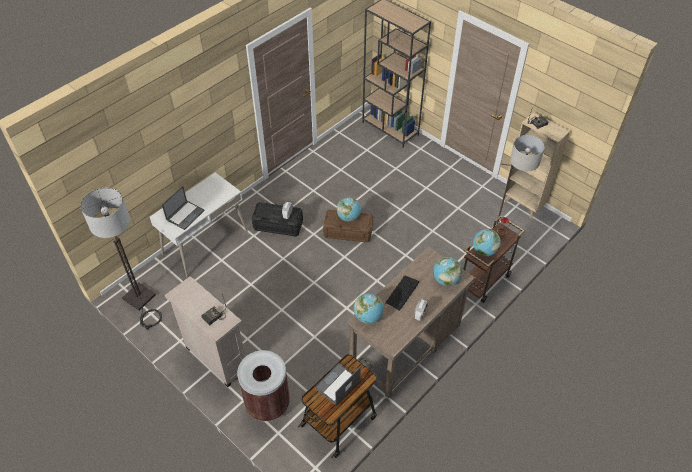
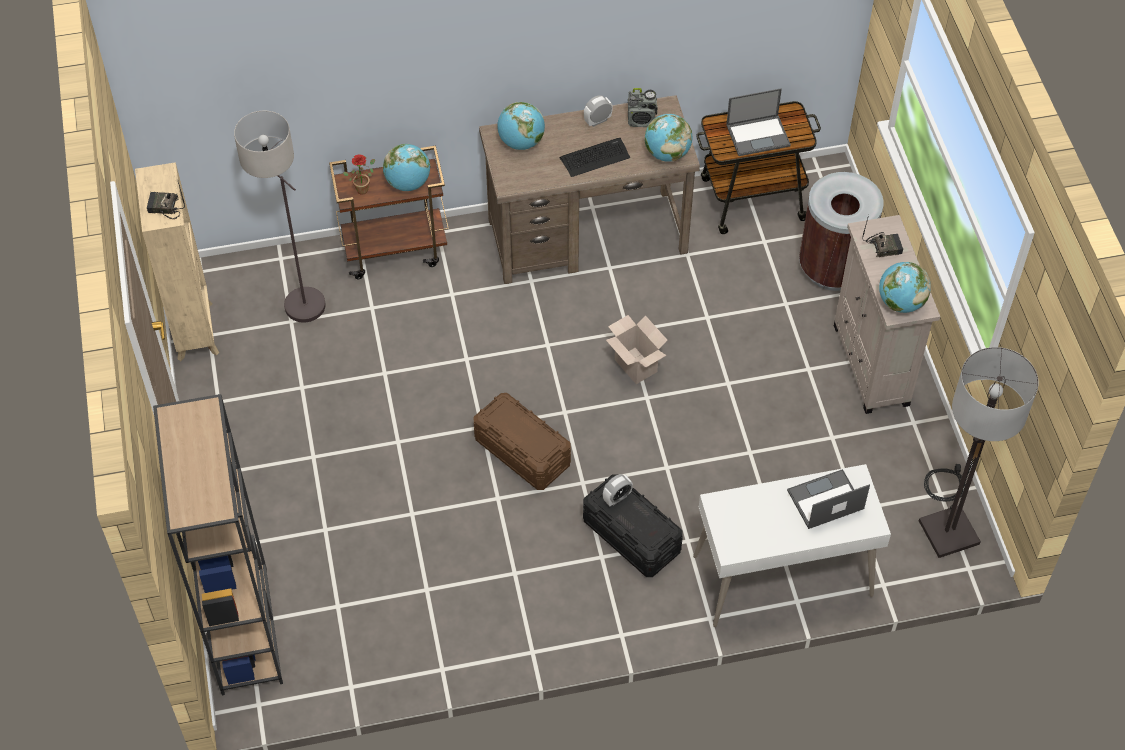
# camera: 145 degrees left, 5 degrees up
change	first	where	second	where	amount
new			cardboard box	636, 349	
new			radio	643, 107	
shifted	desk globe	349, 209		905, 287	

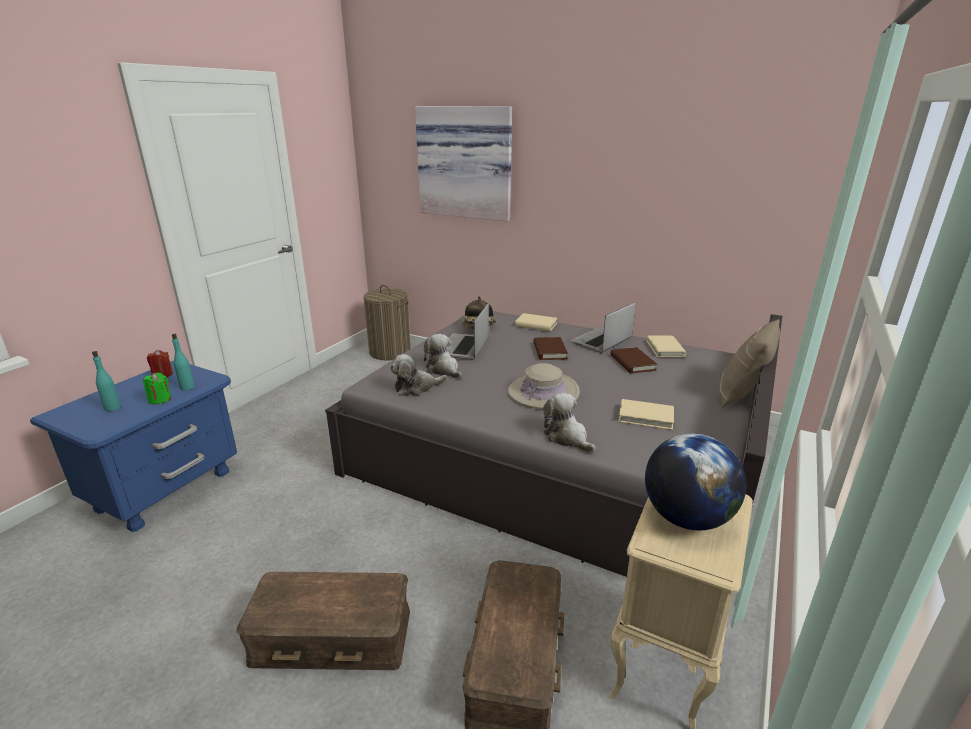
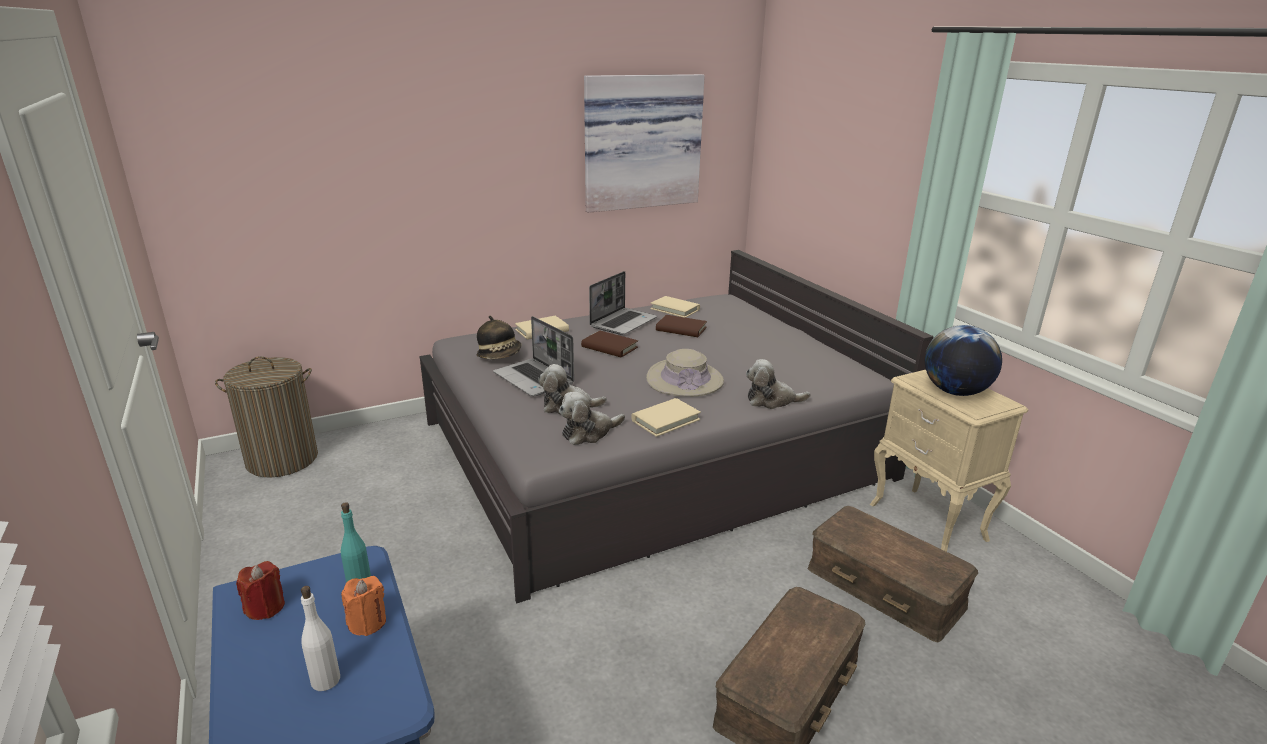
# camera: 55 degrees left, 0 degrees up
change	first	where	second	where	amount
gone	beige-coloured throw pillow	750, 363			
shifted	picture	463, 163		644, 143	
shifted	beige-coloured volume	646, 414		666, 417	
repainted	turquoise-coloured beverage bottle	106, 381	white-coloured beverage bottle	320, 638	
repainted	greenish candle	157, 388	orangey candle	363, 606	
rotated	cuddly toy	418, 375		592, 418	45 degrees clockwise
rotated	laptop	603, 327		623, 303	135 degrees counterclockwise

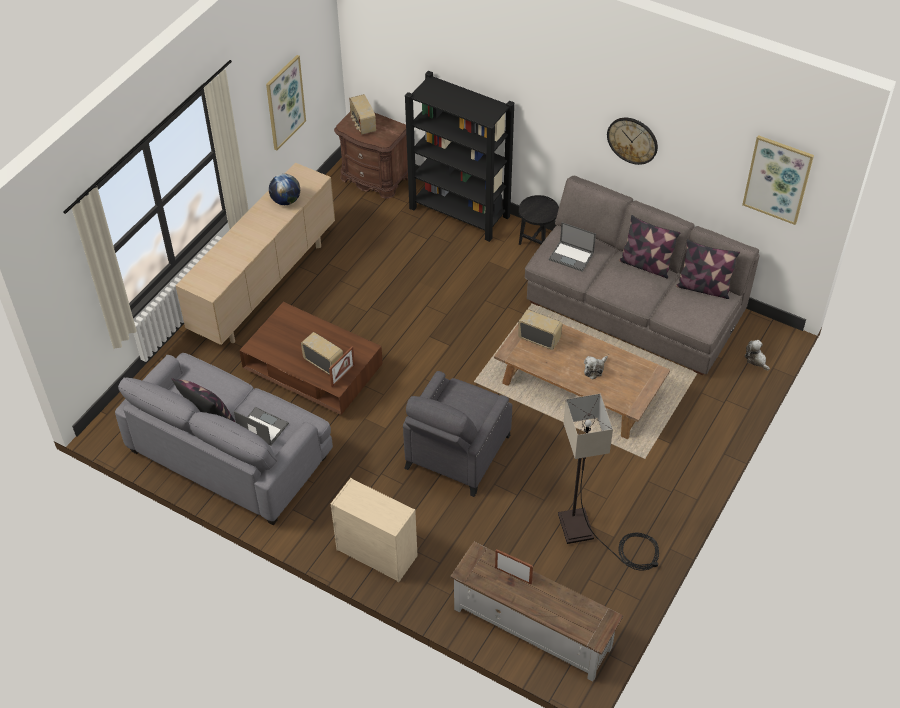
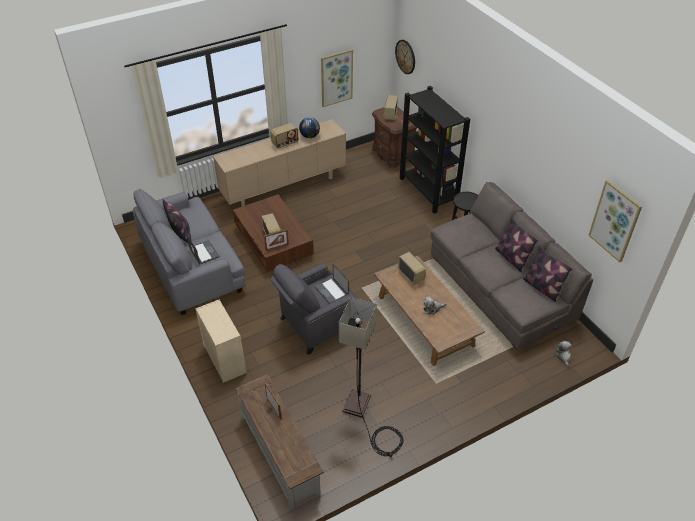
# camera: 30 degrees right, 5 degrees down
change	first	where	second	where	amount
new			radio	284, 135	
shifted	laptop	572, 247		331, 284	
shifted	clock on the wall	632, 141		405, 57	

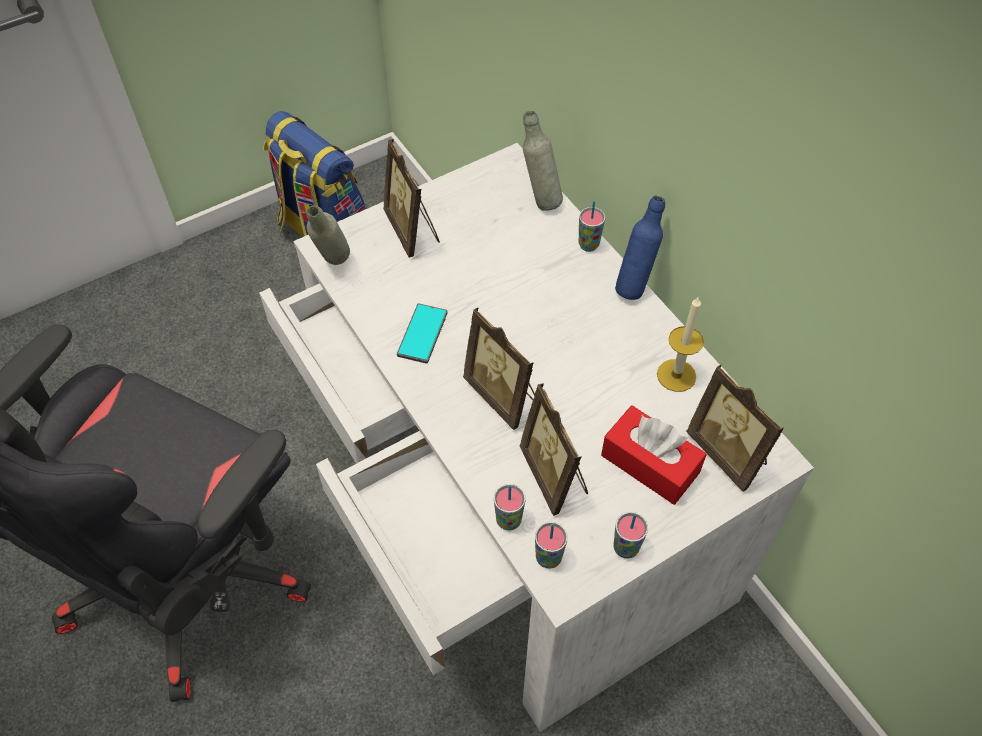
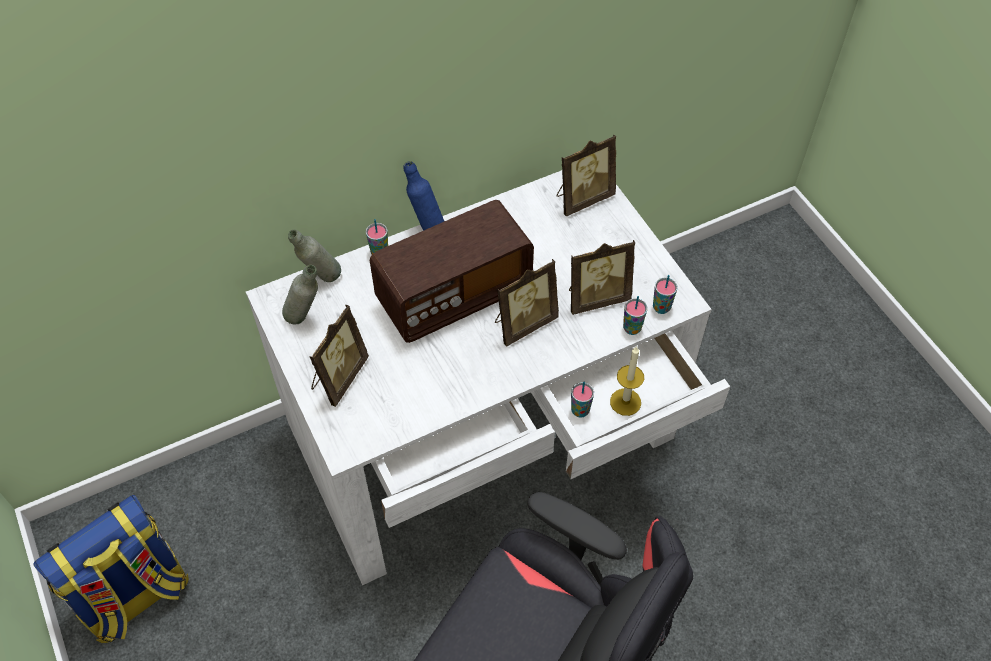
# camera: 85 degrees left, 0 degrees up
change	first	where	second	where	amount
gone	phone	422, 334			
gone	reddish box of tissues	654, 455			
new			radio	452, 271	
shifted	greyish beverage bottle	328, 235		300, 294	
shifted	drinking cup	631, 535		582, 400	
shifted	candle	680, 344		627, 381	
rotated	photo frame	411, 198		339, 356	45 degrees counterclockwise

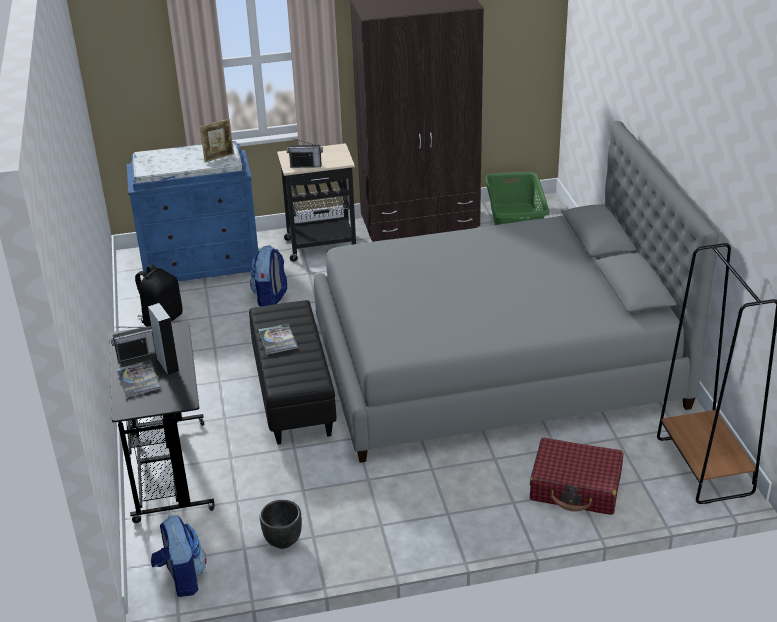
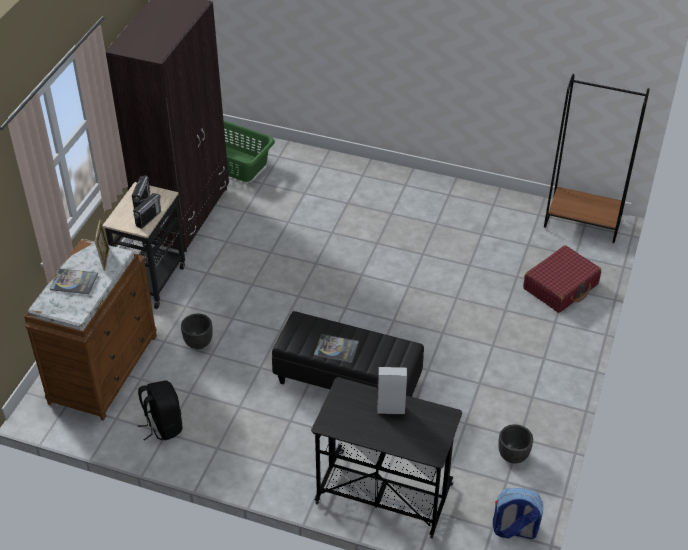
# camera: 60 degrees left, 10 degrees up
change	first	where	second	where	amount
gone	greyish bed	516, 292			
shifted	radio	133, 344		141, 192	
shifted	volume	139, 379		74, 281	
swapped	backpack	268, 276	black-coloured plant pot	197, 331	
repainted	blue-coloured chest of drawers	193, 211	brownish chest of drawers	90, 330	

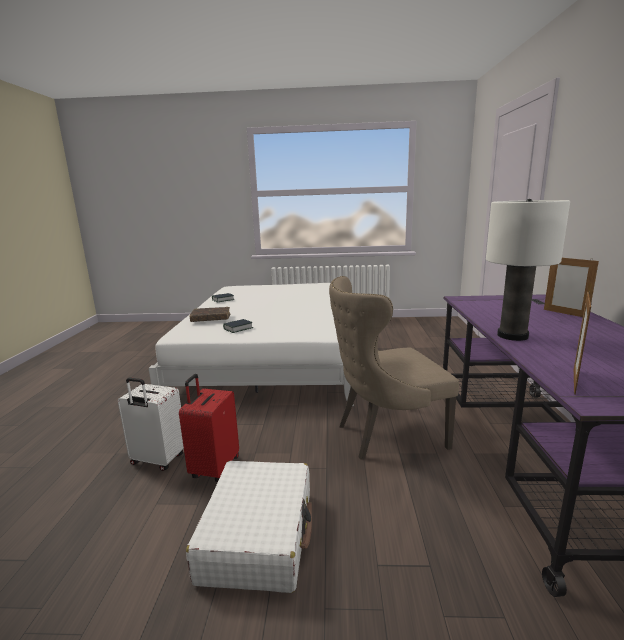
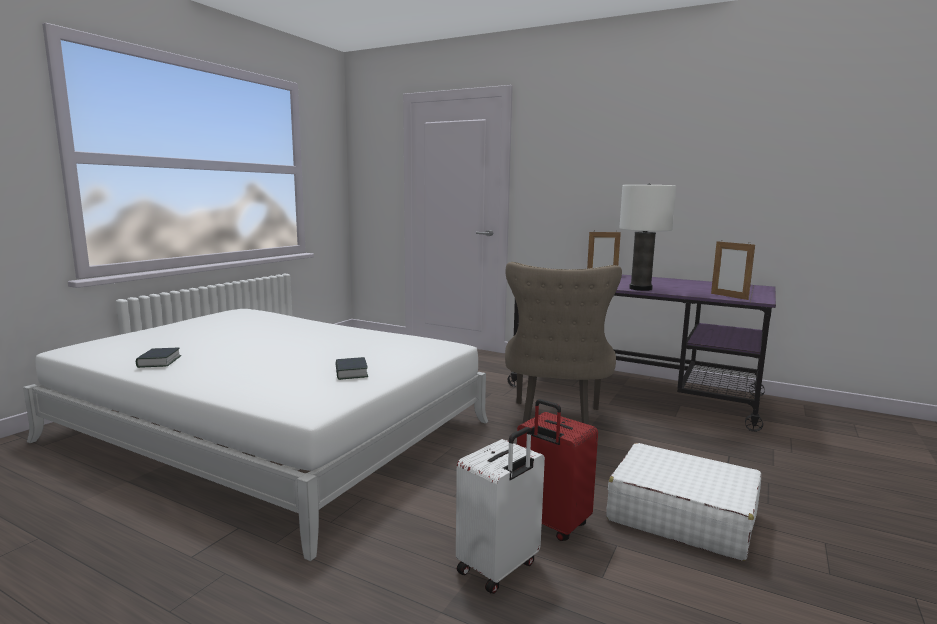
# camera: 65 degrees left, 5 degrees down
change	first	where	second	where	amount
gone	brownish volume	210, 314			

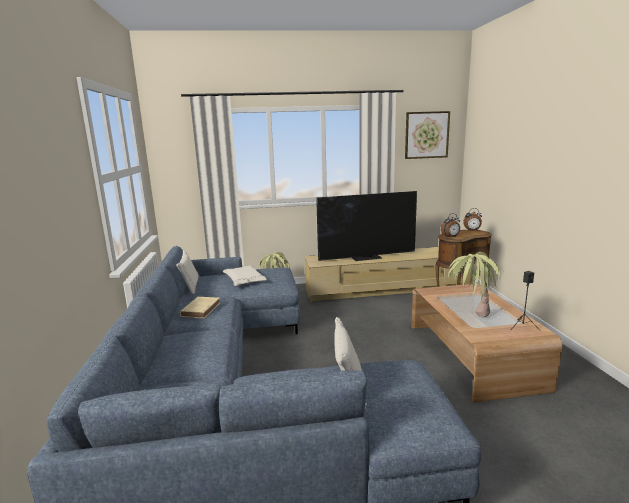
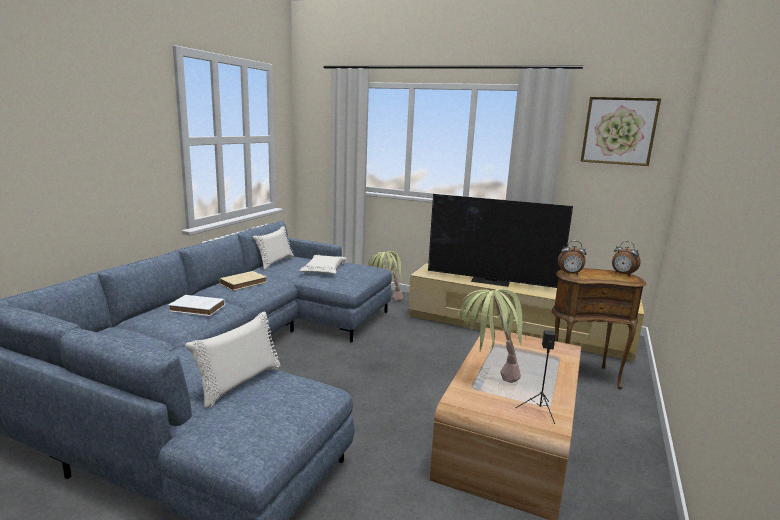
# camera: 30 degrees right, 0 degrees up
change	first	where	second	where	amount
new			white-coloured volume	196, 305	

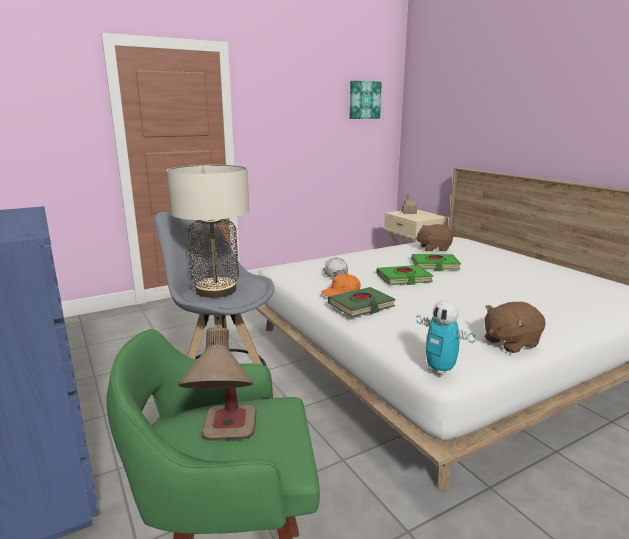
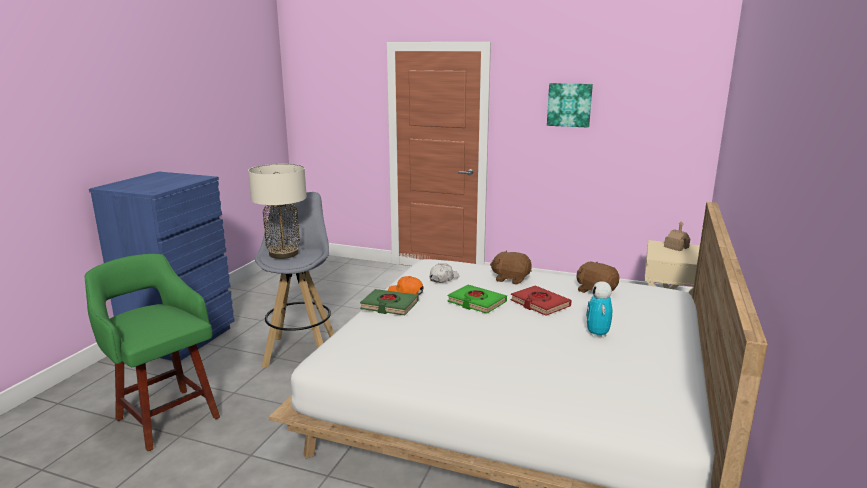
# camera: 50 degrees right, 0 degrees up
change	first	where	second	where	amount
gone	lamp for a table	217, 384			
shifted	picture	366, 100		570, 105	
shifted	robot figure	445, 337		599, 309	
shifted	brownish cuddly toy	515, 327		511, 268	
repainted	greenish volume	436, 262	reddish volume	541, 301	

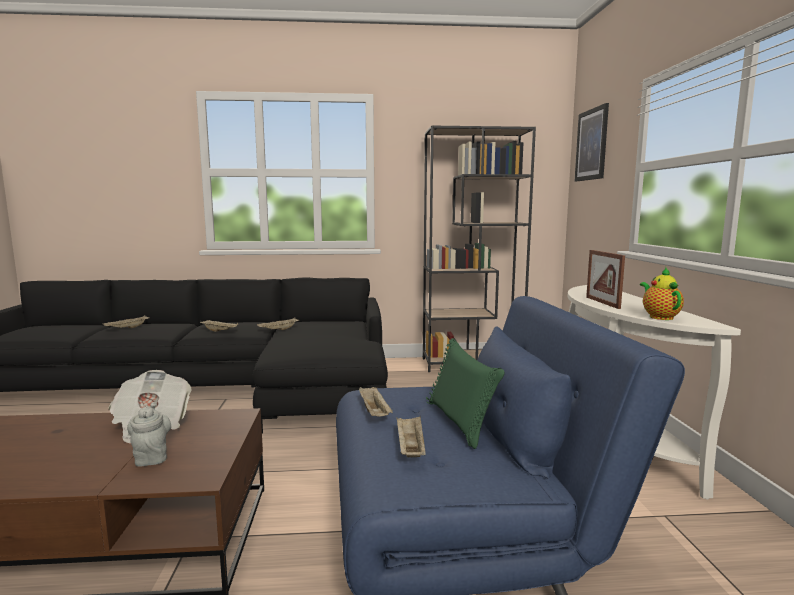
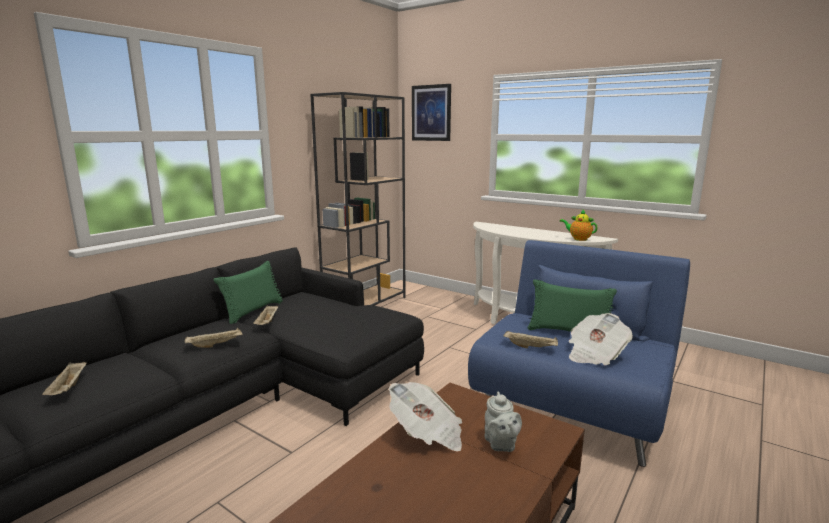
# camera: 50 degrees left, 5 degrees up
change	first	where	second	where	amount
gone	photo frame	605, 279			
new			greenish throw pillow	248, 292	
swapped	beige-coloured carrying tray	411, 436	printed paper	600, 339	
rotated	greyish teapot	149, 434		503, 421	120 degrees counterclockwise

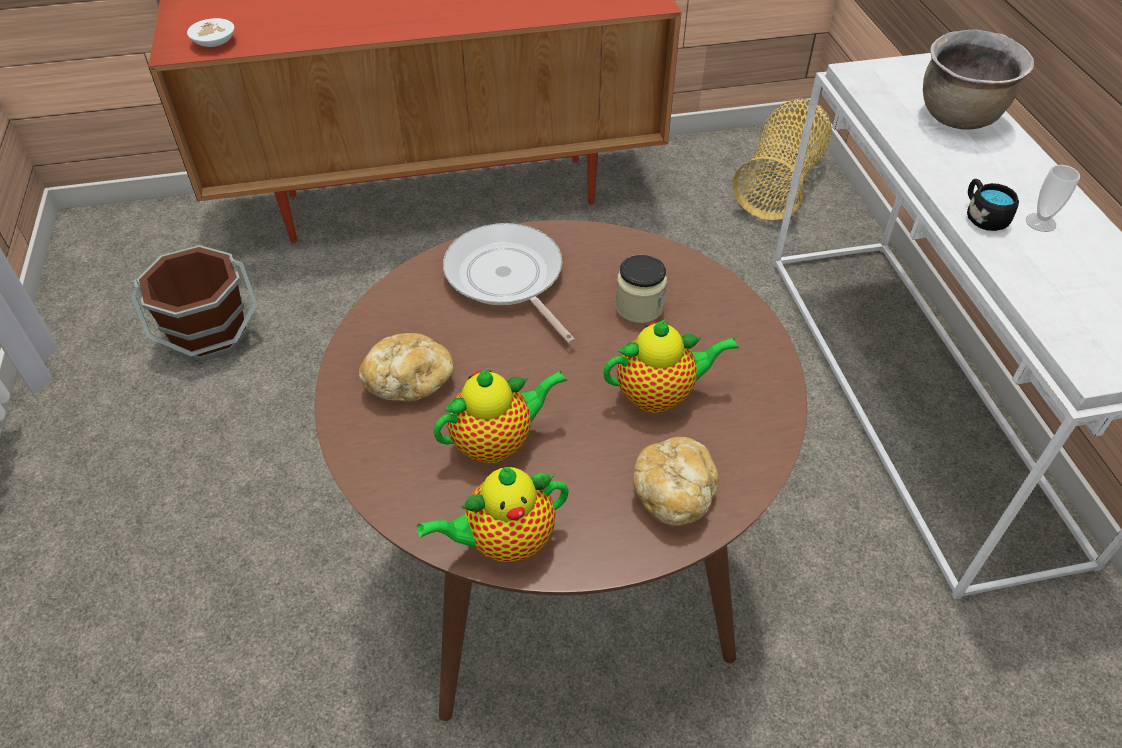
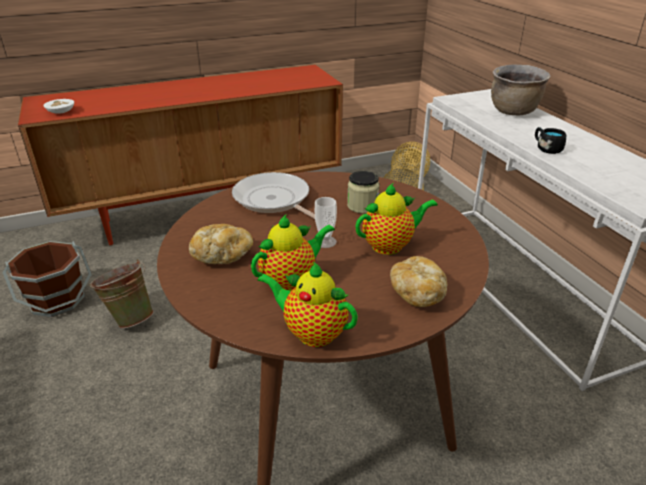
# camera: 10 degrees left, 15 degrees down
change	first	where	second	where	amount
new			greenish bucket	121, 294	
shifted	drinking cup	1053, 198		326, 222	
rotated	teapot	493, 514		307, 304	60 degrees clockwise

